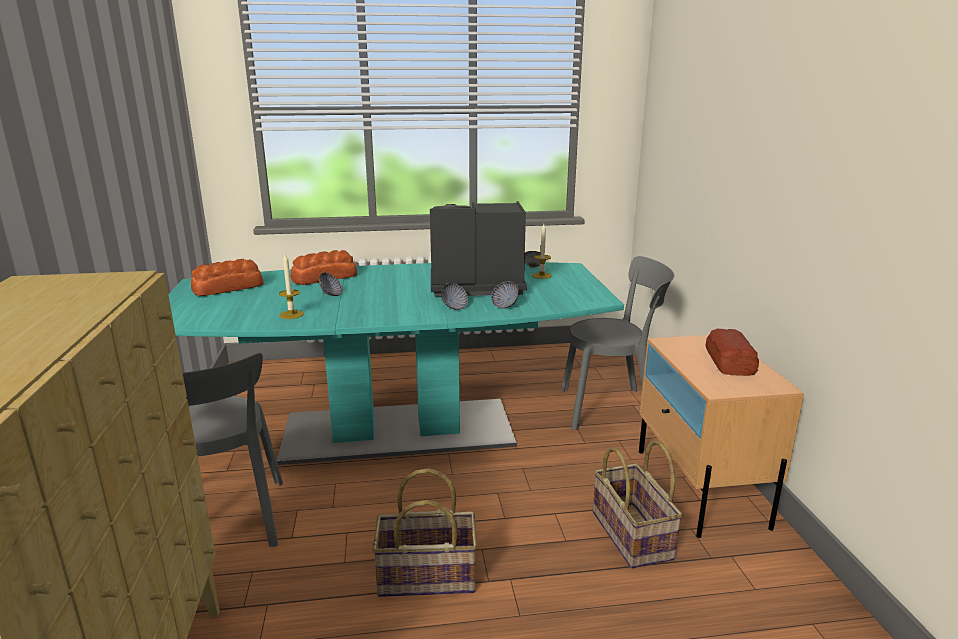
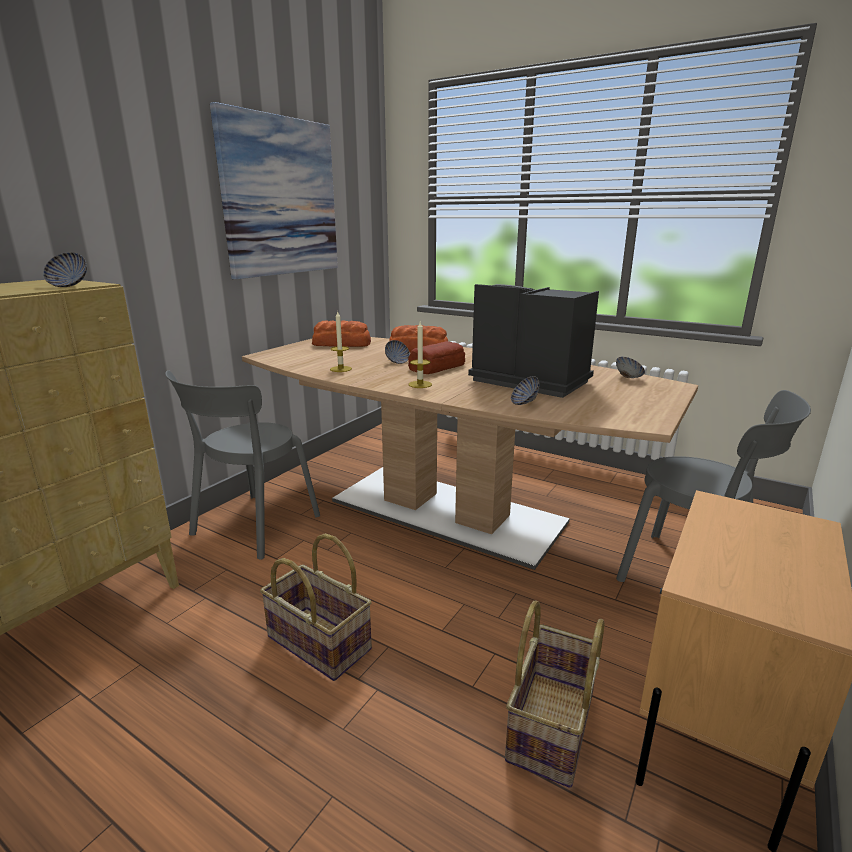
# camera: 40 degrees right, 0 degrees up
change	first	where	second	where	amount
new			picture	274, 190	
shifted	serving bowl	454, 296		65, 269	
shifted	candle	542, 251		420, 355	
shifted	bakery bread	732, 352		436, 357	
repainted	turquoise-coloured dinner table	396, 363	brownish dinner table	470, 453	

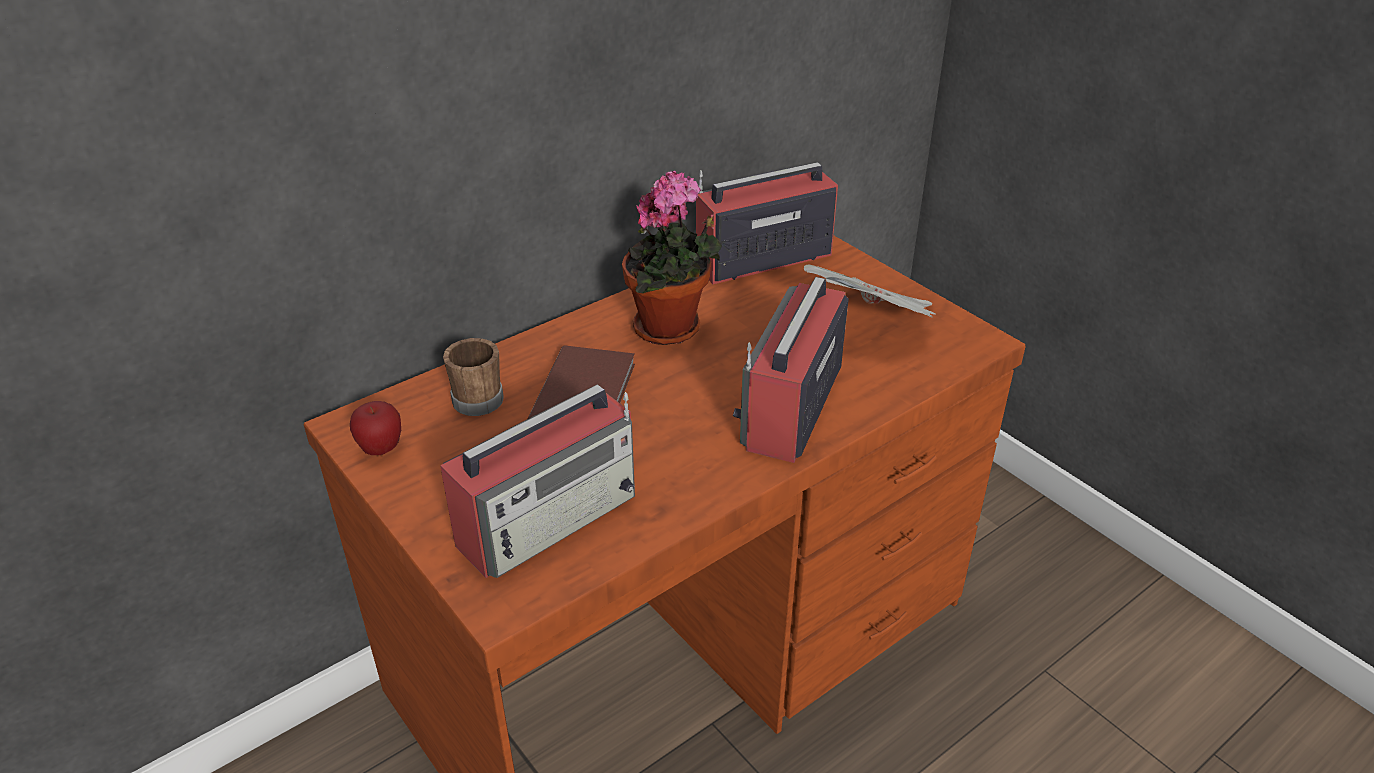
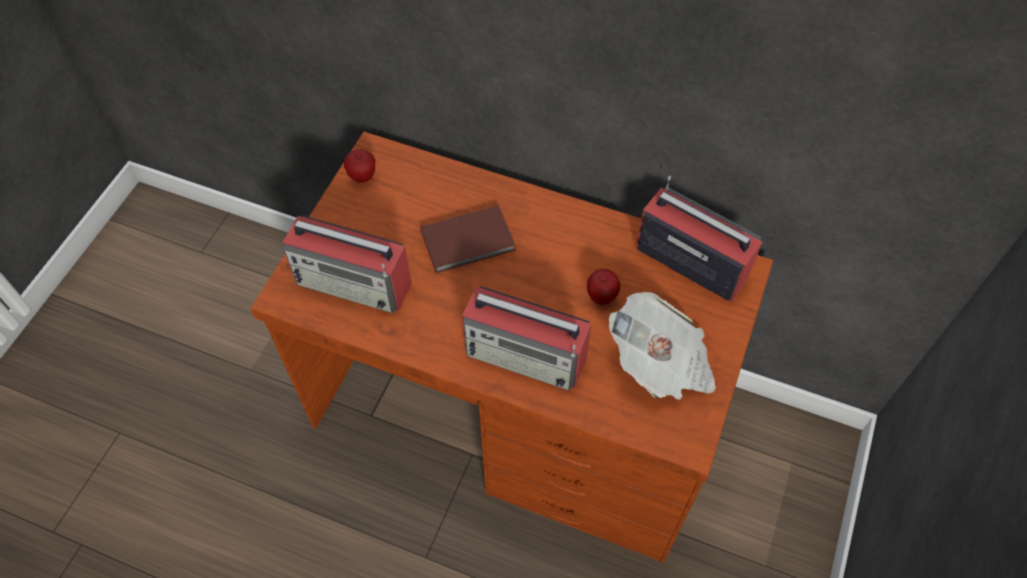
# camera: 60 degrees right, 20 degrees up
change	first	where	second	where	amount
gone	brownish mug	473, 377			
gone	potted plant	672, 258			
new			apple fruit	604, 287	
rotated	radio	791, 370		526, 338	150 degrees counterclockwise

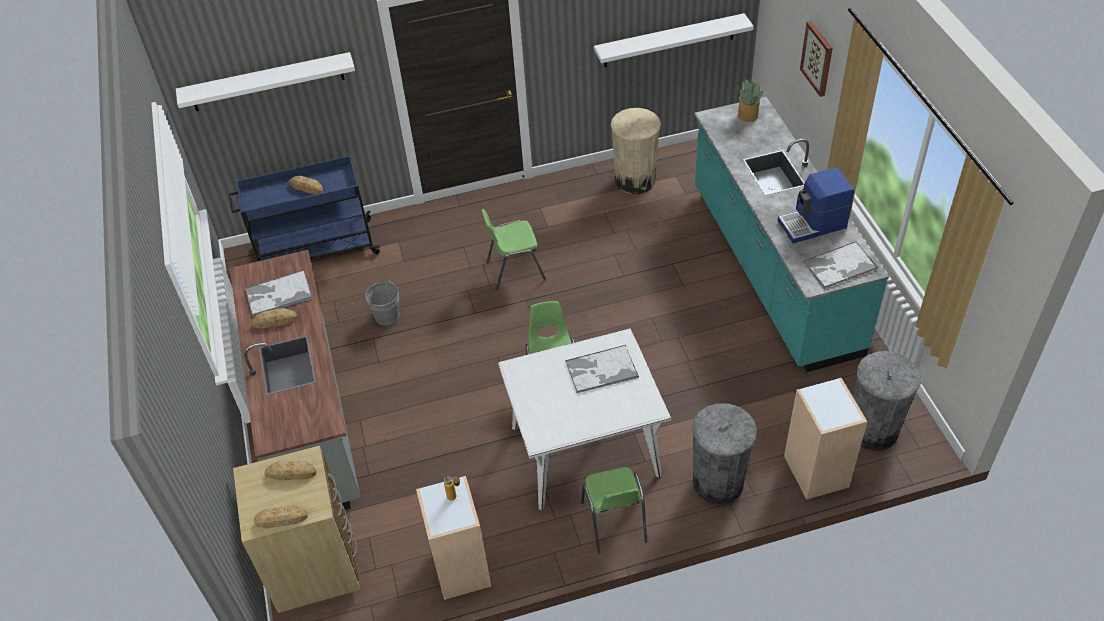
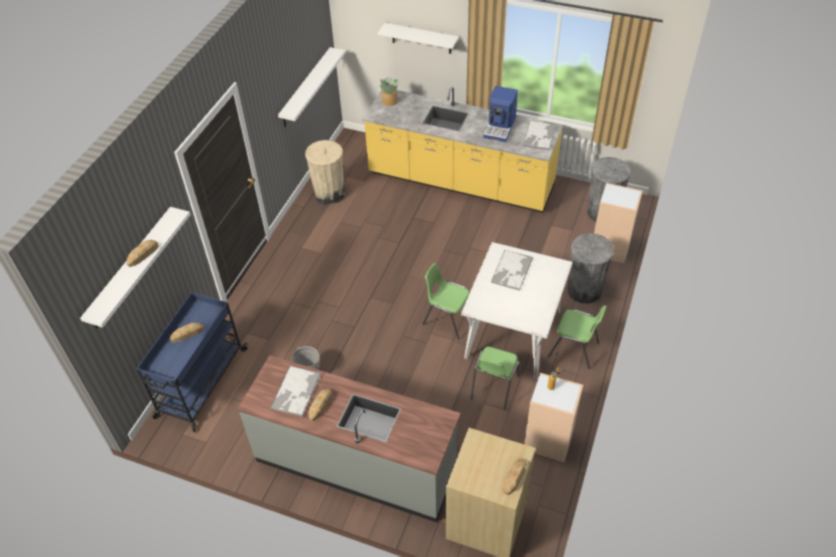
# camera: 55 degrees left, 0 degrees up
change	first	where	second	where	amount
shifted	bakery bread	291, 470		142, 253	
shifted	greenish plain chair	514, 250		494, 378	
swapped	picture	816, 59	white-coloured wall shelf	418, 38	
repainted	turquoise-coloured kitchen counter	791, 234	yellow kitchen counter	462, 150	

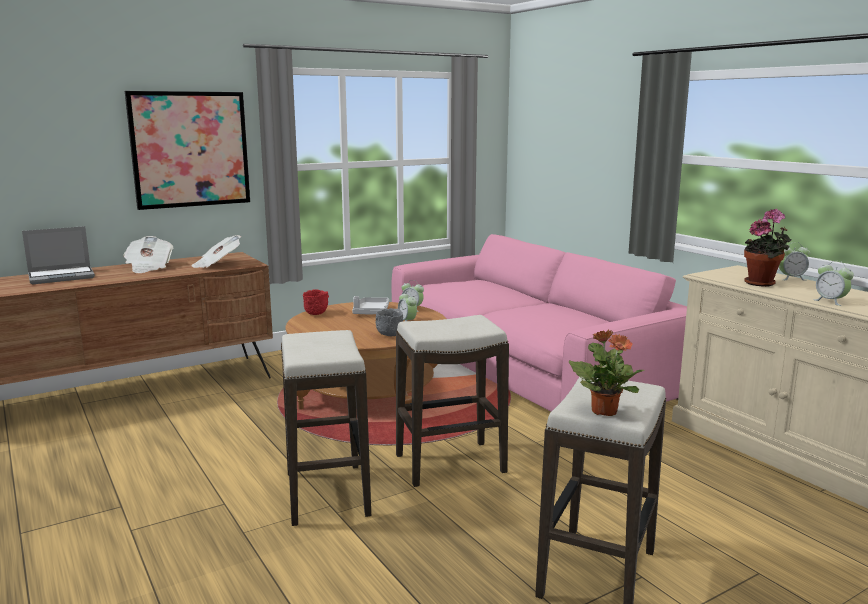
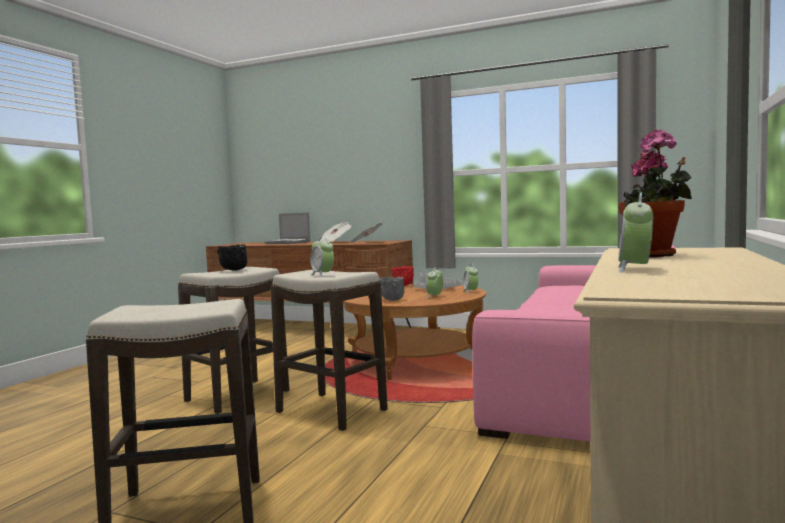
# camera: 55 degrees right, 10 degrees down
change	first	where	second	where	amount
gone	picture	187, 150			
gone	potted plant	606, 372			
new			black-coloured serving bowl	232, 257	
shifted	alarm clock	794, 261		322, 256	

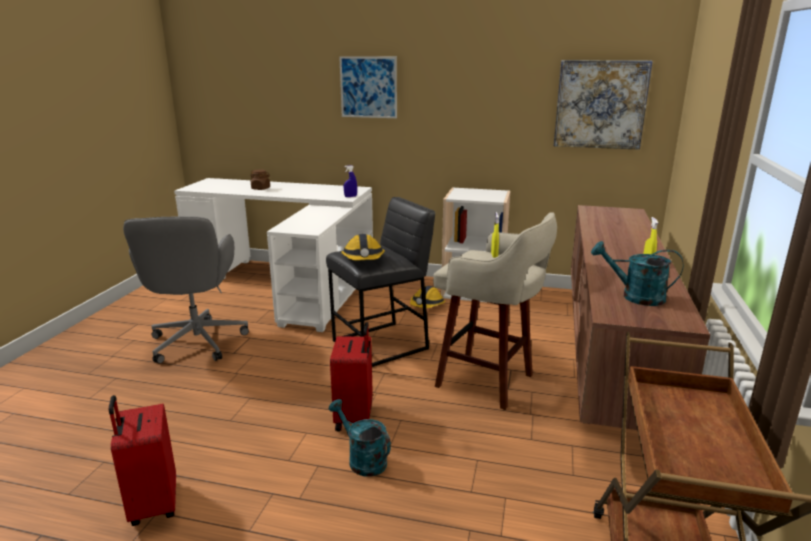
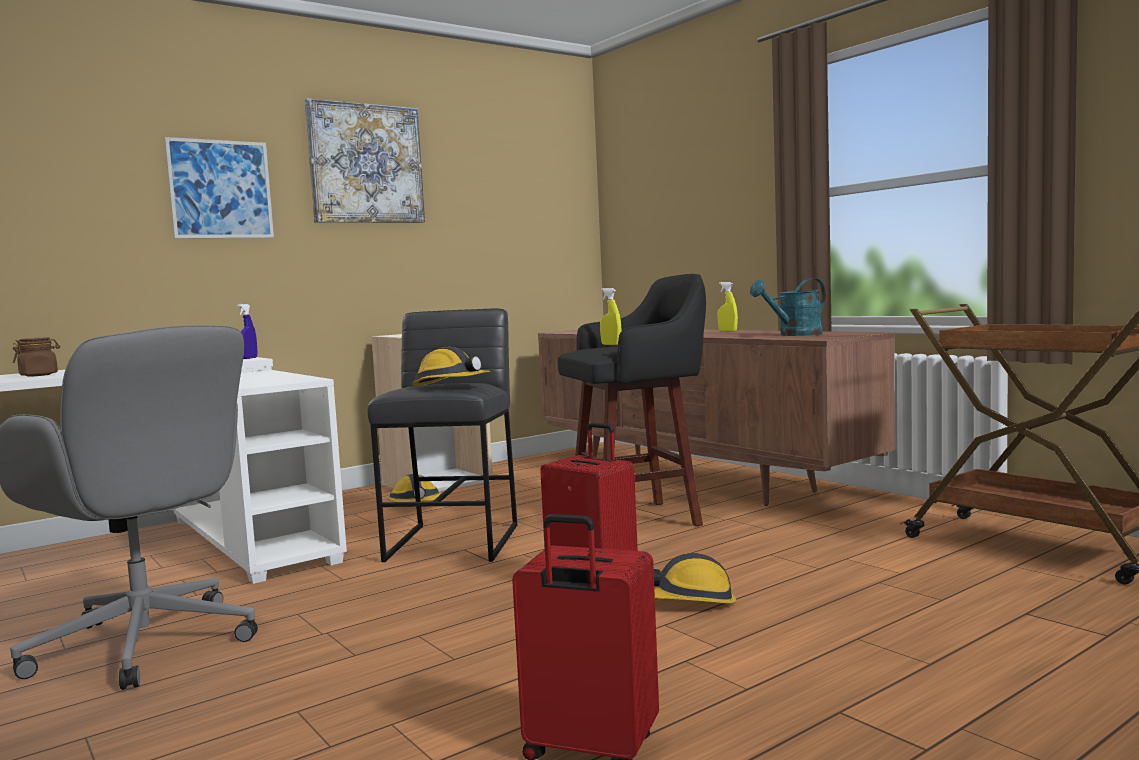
# camera: 50 degrees left, 15 degrees down
change	first	where	second	where	amount
shifted	picture	603, 105		364, 160	
swapped	turquoise-coloured watering can	360, 437	work helmet	695, 578	
repainted	beige-coloured sitting stool	495, 311	black-coloured sitting stool	632, 400	

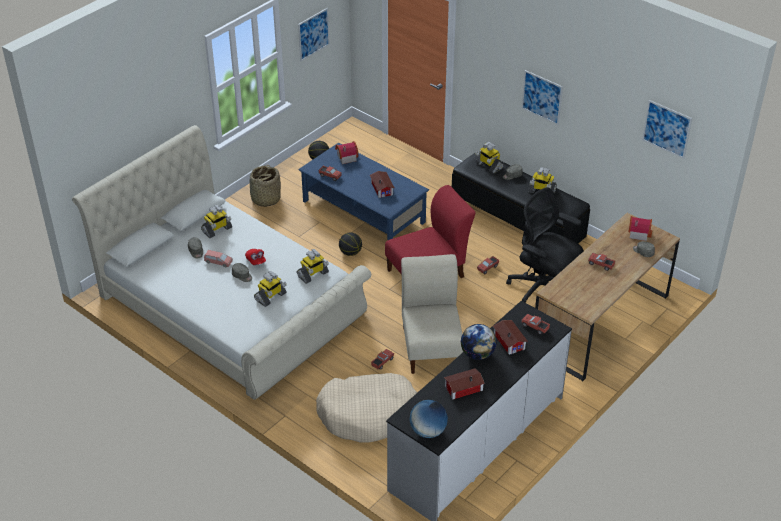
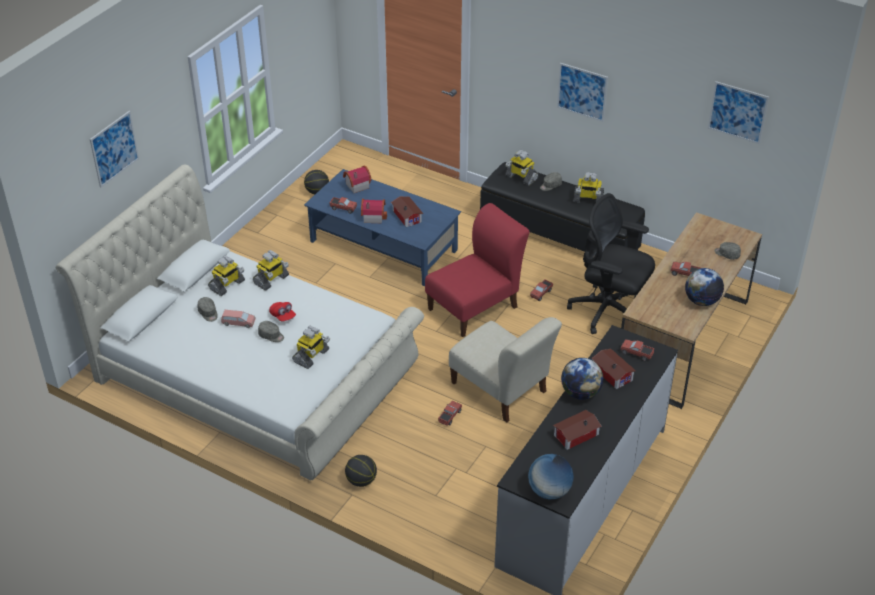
# camera: 10 degrees left, 0 degrees up
change	first	where	second	where	amount
gone	household basket	265, 186			
gone	beige-coloured dog bed	366, 408			
new			desk globe	704, 287	
shifted	robot figure	313, 266		271, 270	
shifted	picture	313, 34		114, 149	
shifted	basketball ball	350, 244		361, 471	
shifted	miniature house	640, 228		374, 211	
rotated	beige-coloured plain chair	432, 314		505, 369	150 degrees clockwise

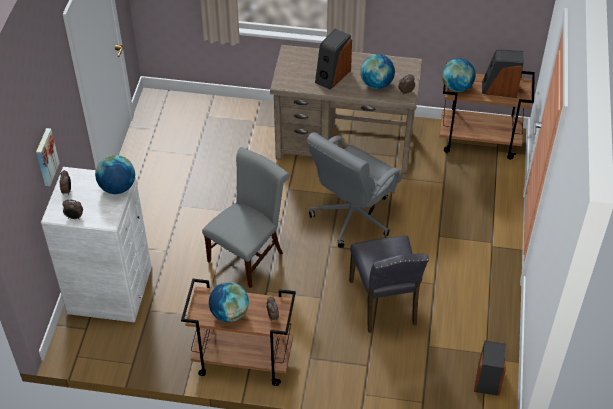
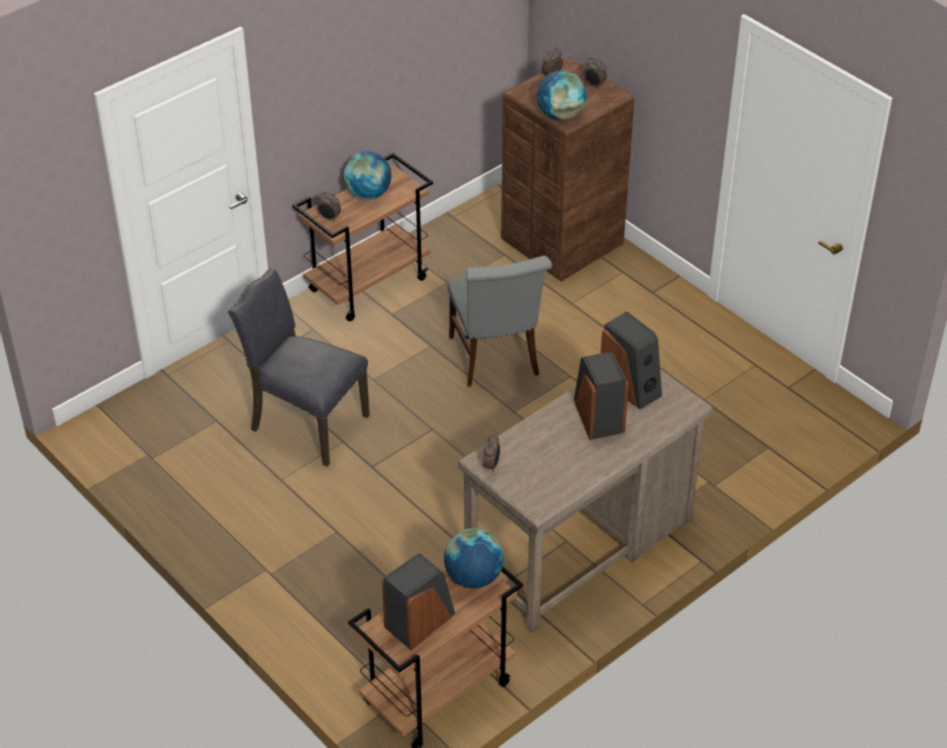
# camera: 130 degrees right, 5 degrees down
change	first	where	second	where	amount
gone	picture	48, 157			
gone	greyish desk chair	355, 190			
gone	desk globe	377, 71			
shifted	loudspeaker	490, 368		631, 360	
repainted	white-coloured chest of drawers	96, 244	brownish chest of drawers	568, 169	

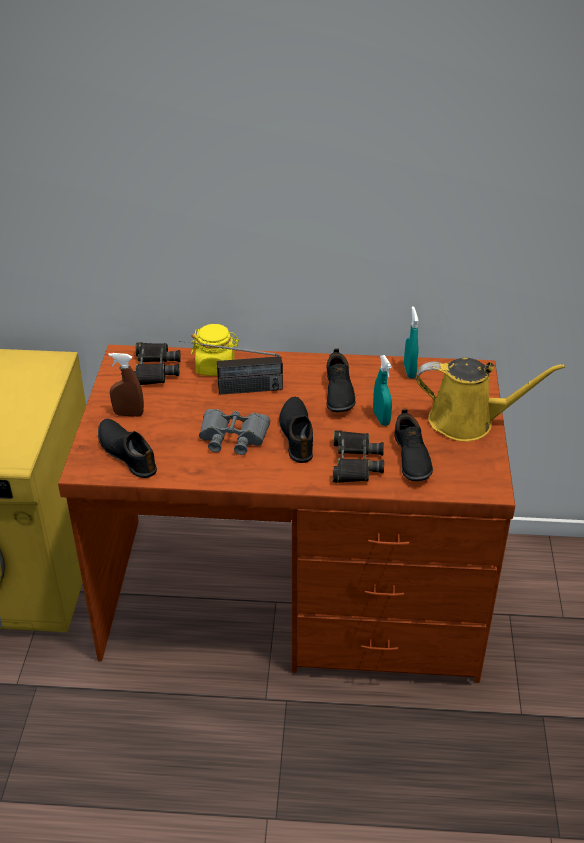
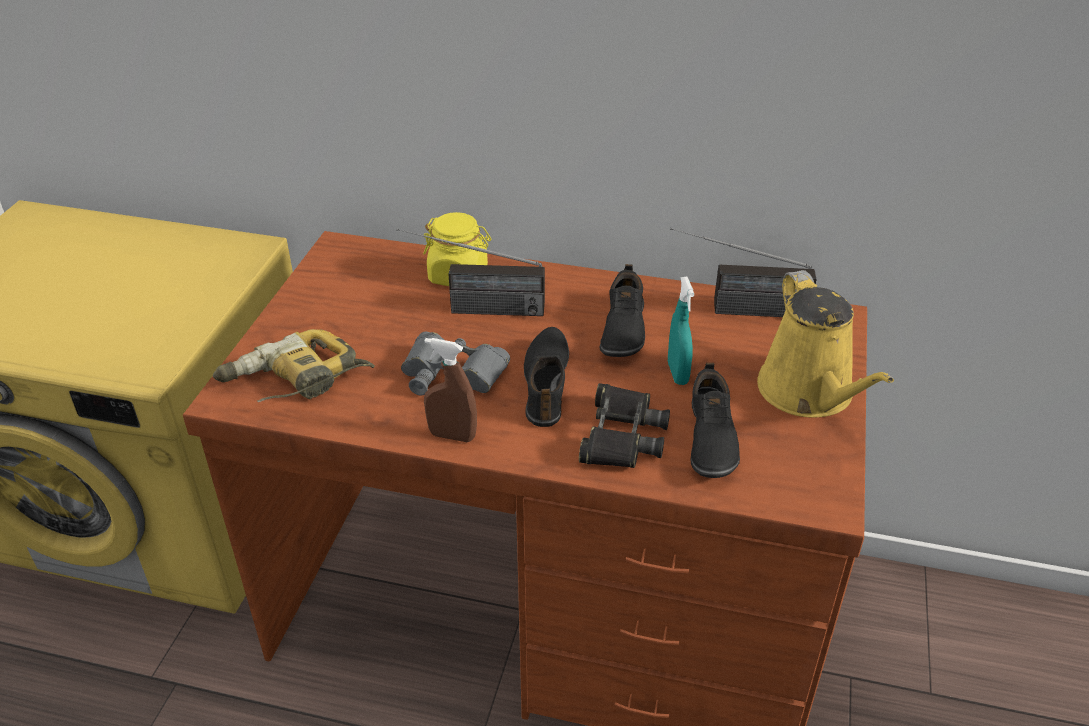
# camera: 10 degrees right, 0 degrees up
change	first	where	second	where	amount
gone	black-coloured field glasses	157, 363			
shifted	brownish sprayer	126, 385		450, 390	
swapped	black-coloured shoe	127, 448	electric drill	294, 365	
swapped	turquoise-coloured sprayer	411, 342	radio	743, 272	
rotated	yellow watering can	490, 400		825, 344	60 degrees clockwise

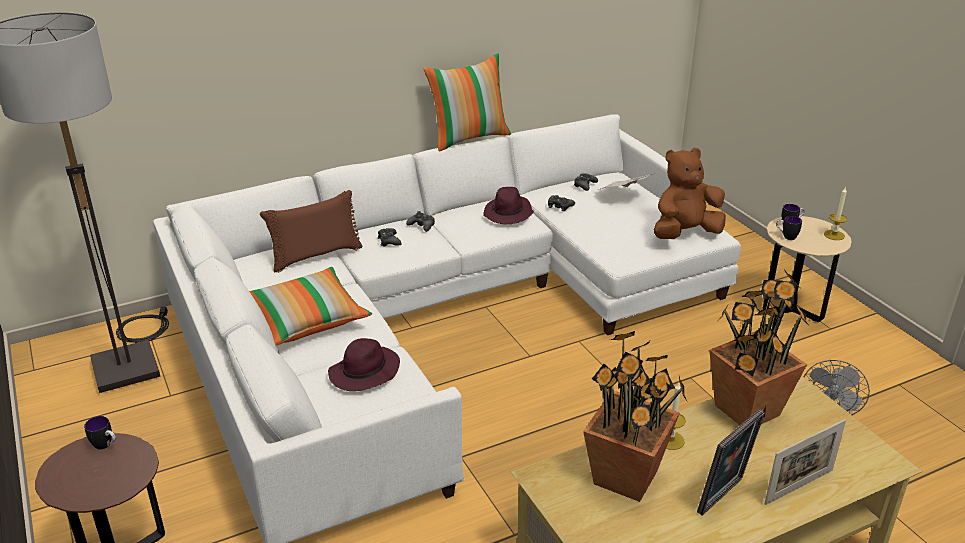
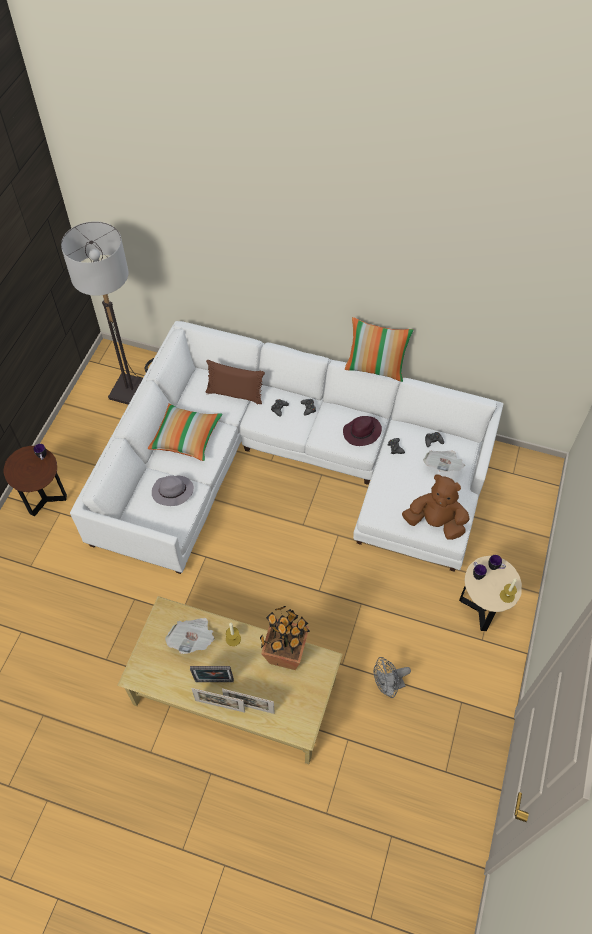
# camera: 45 degrees right, 25 degrees up
change	first	where	second	where	amount
new			photo frame	218, 700	
swapped	potted plant	635, 416	printed paper	190, 636	
repainted	purplish clothing hat	364, 364	greyish clothing hat	173, 490	

